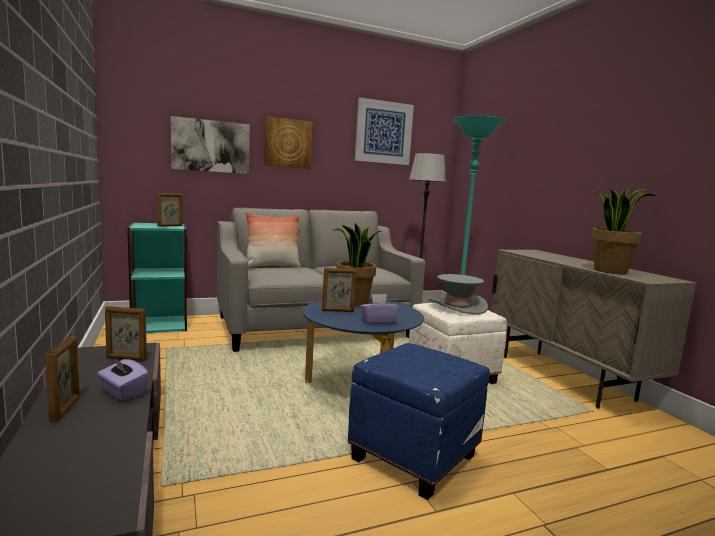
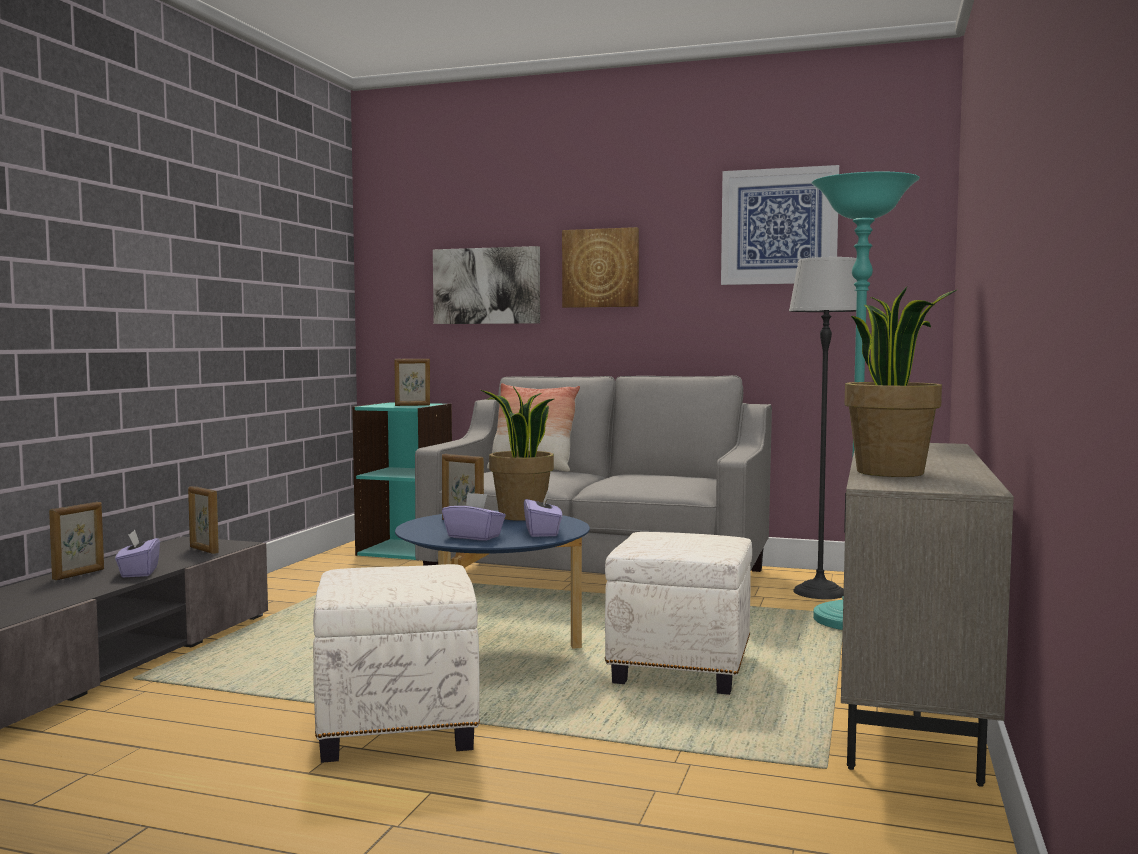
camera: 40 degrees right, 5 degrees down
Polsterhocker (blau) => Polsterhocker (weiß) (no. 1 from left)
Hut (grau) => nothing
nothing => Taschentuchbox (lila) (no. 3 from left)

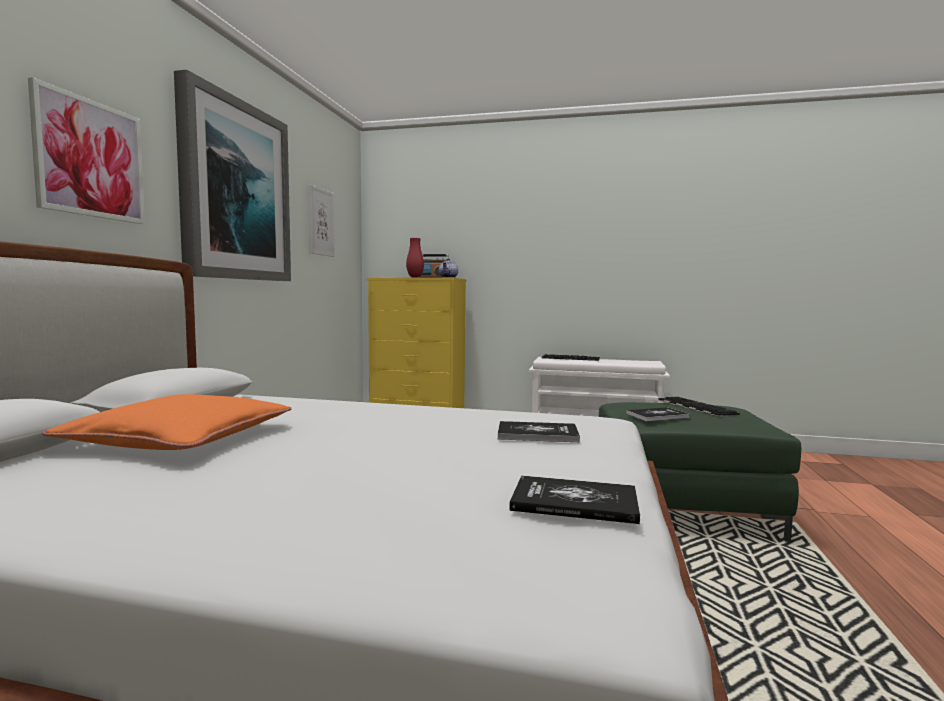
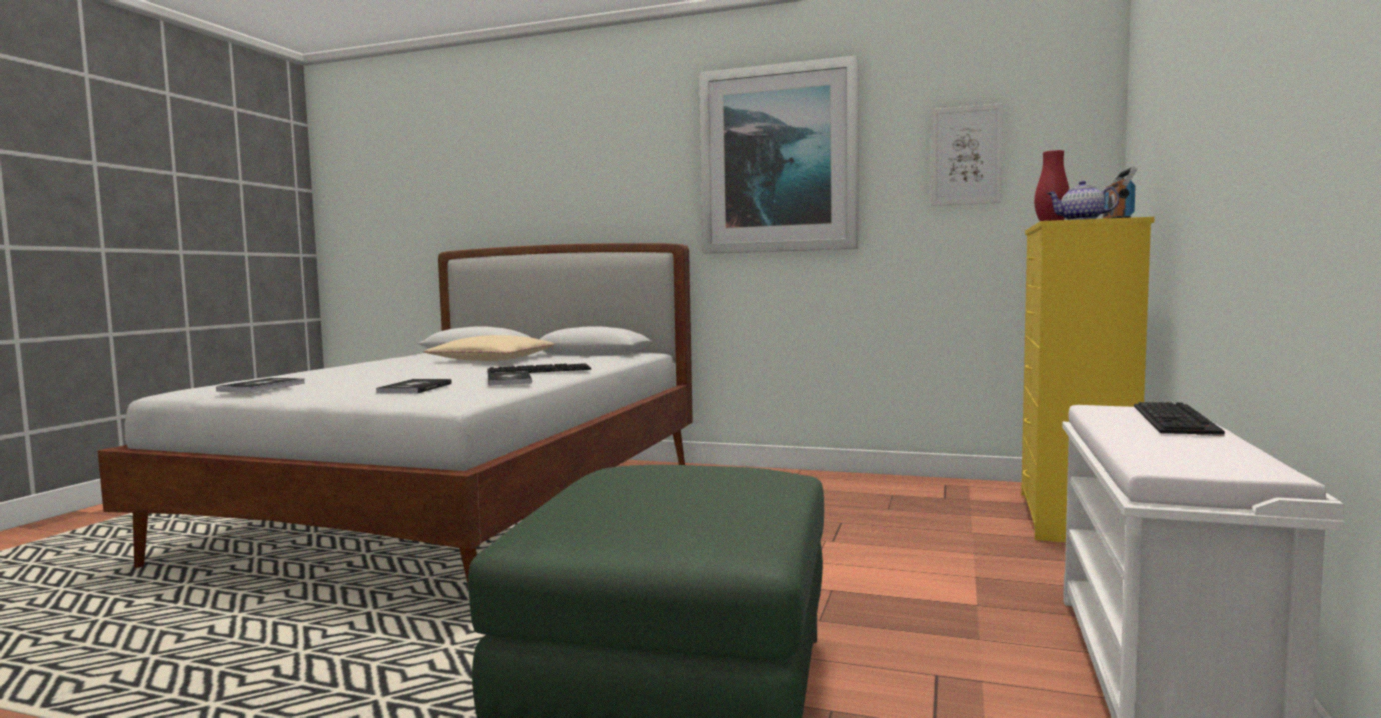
camera: 95 degrees right, 0 degrees up
Bild (no. 1 from left) => nothing
Kissen (orange) => Kissen (beige)
Buch (no. 3 from left), relocated
Tastatur (no. 2 from left in the first image) => Tastatur (no. 1 from left), relocated

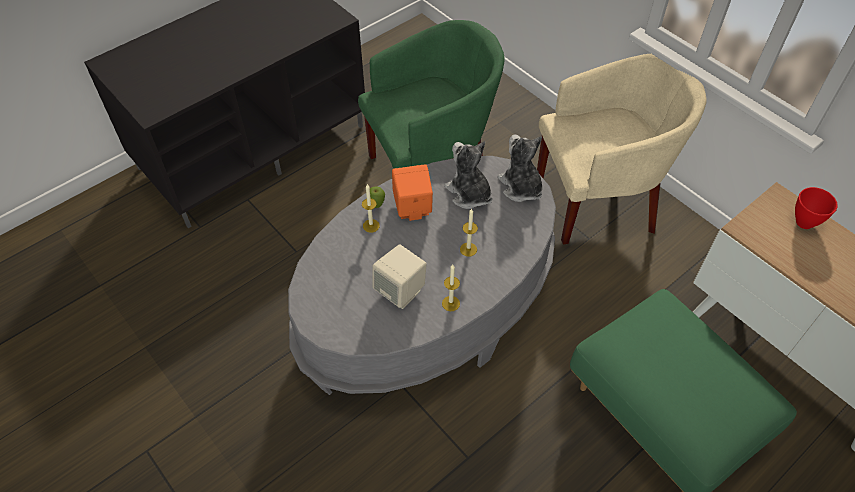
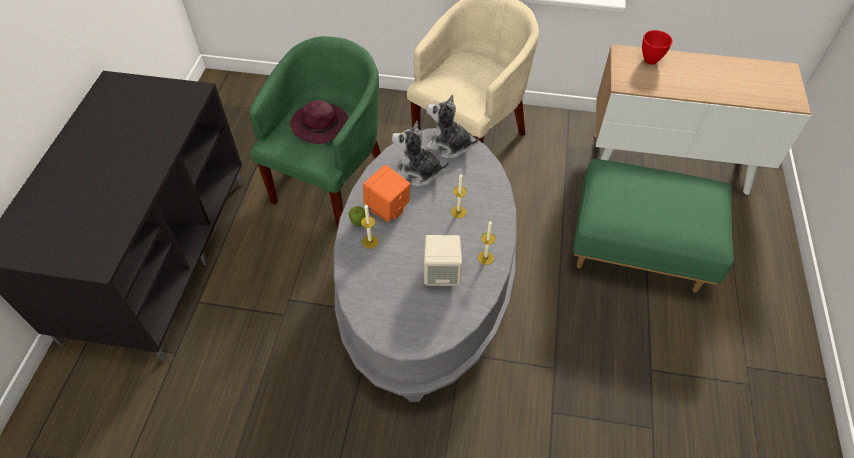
camera: 40 degrees left, 0 degrees up
nothing => Hut (lila)

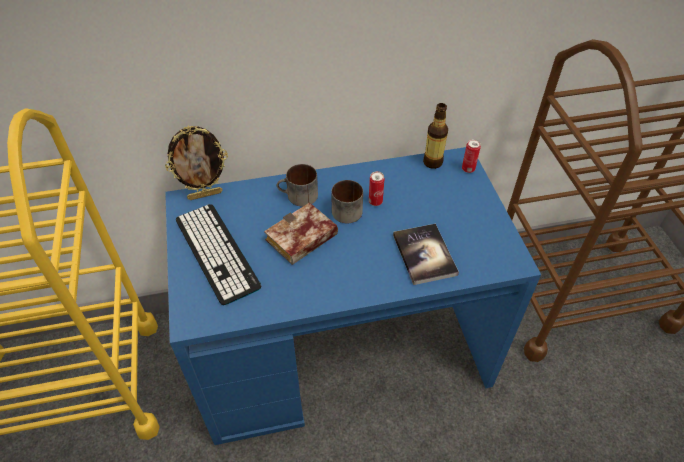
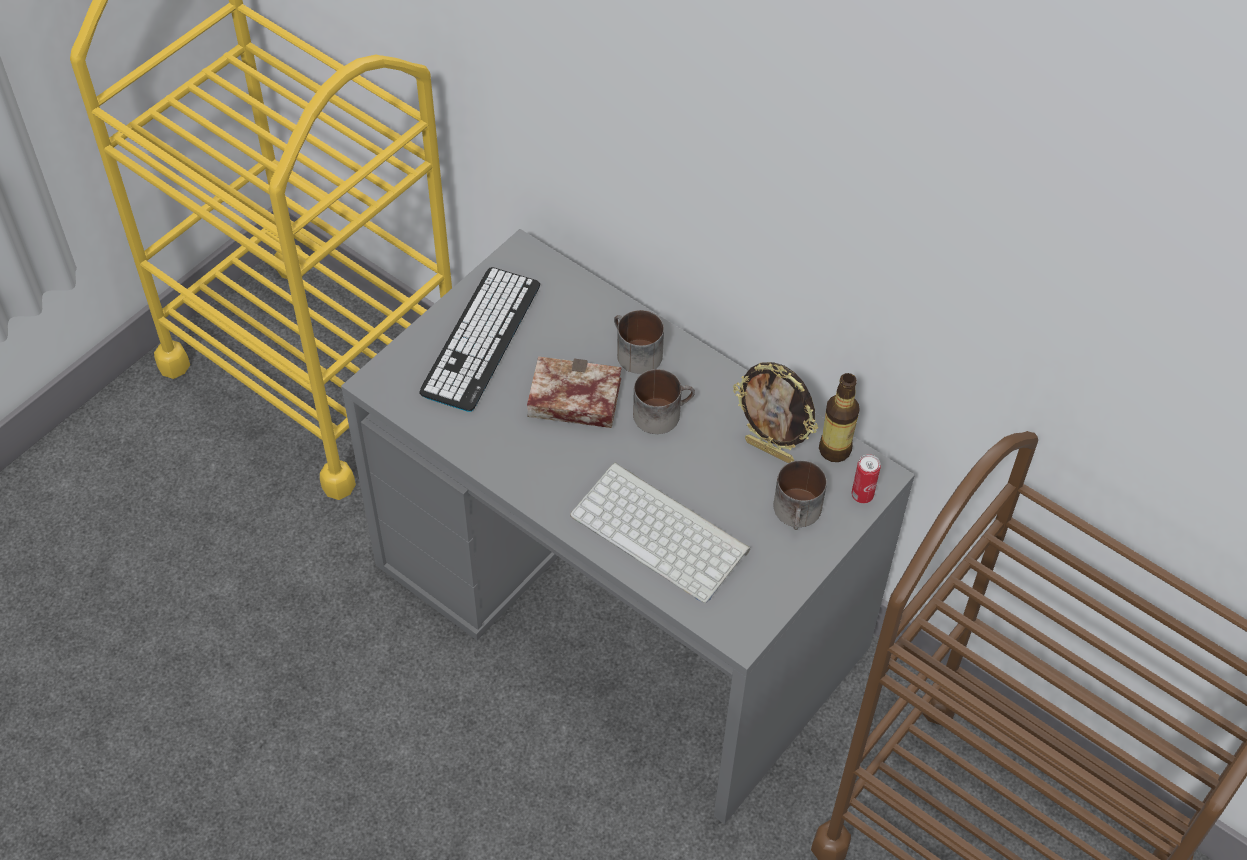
camera: 50 degrees right, 5 degrees up
Bilderrahmen, relocated
Schreibtisch (blau) => Schreibtisch (grau)
Dose (no. 1 from left) => nothing
Buch (no. 2 from left) => Tastatur (no. 2 from left)
nothing => Henkelbecher (no. 3 from left)

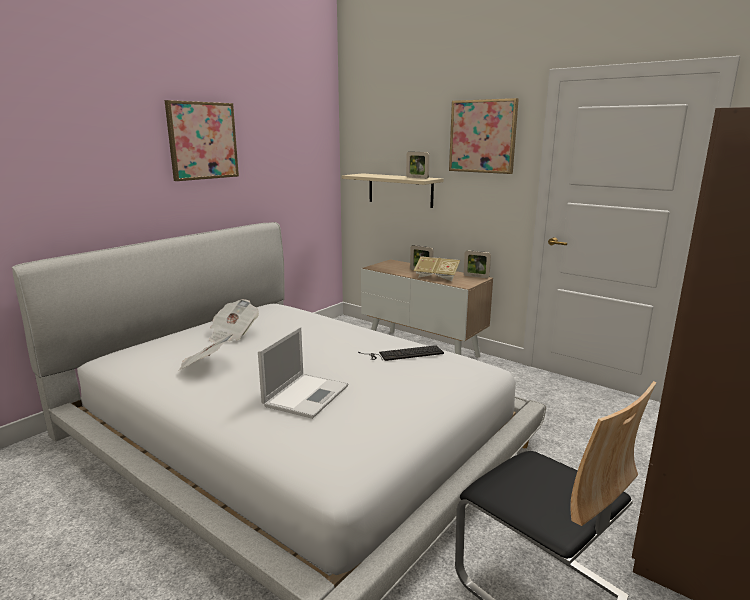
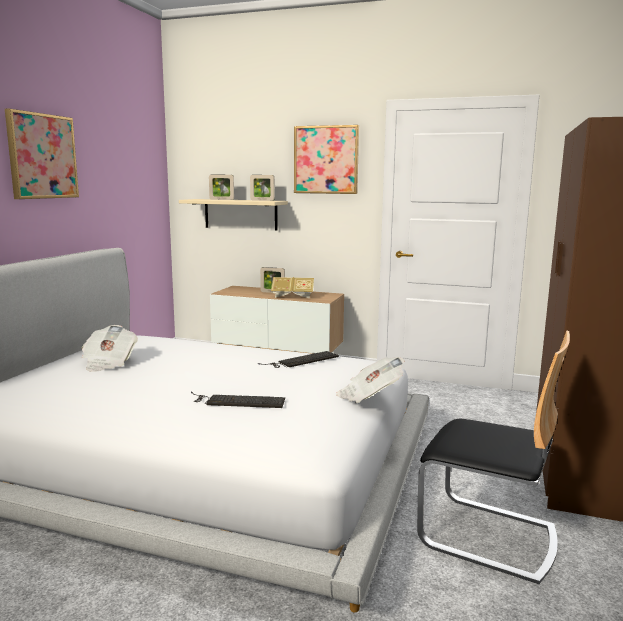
camera: 20 degrees left, 5 degrees down
Zeitung (no. 1 from left in the first image) => Zeitung (no. 2 from left), relocated
Laptop => Tastatur (no. 1 from left)
Bilderrahmen (no. 3 from left in the first image) => Bilderrahmen (no. 1 from left), relocated

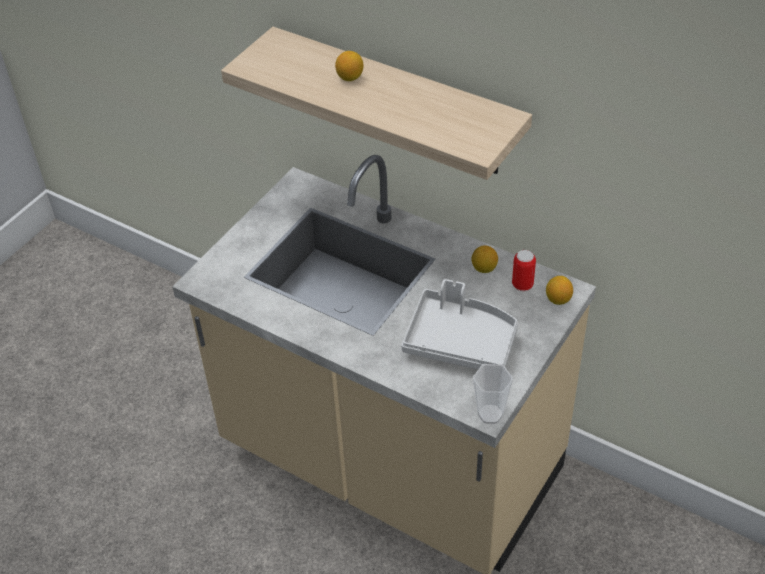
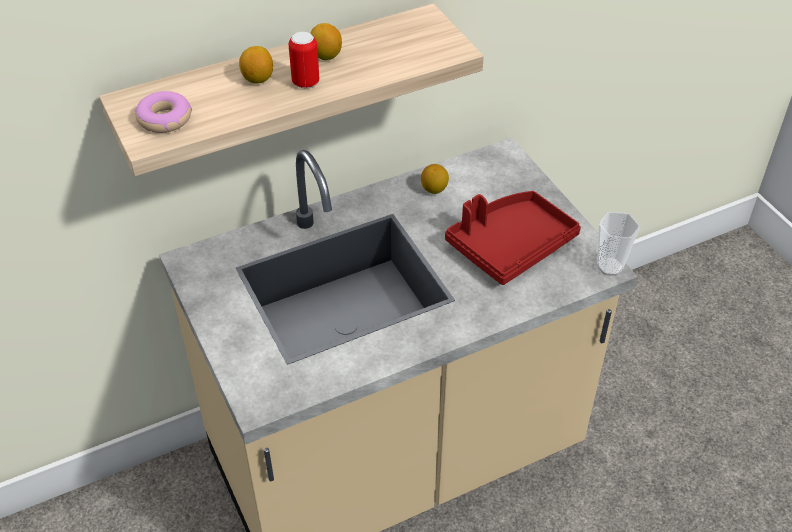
camera: 60 degrees left, 0 degrees up
Tablett (grau) => Tablett (rot)
Dose, relocated
Zitrone (no. 3 from left in the first image) => Zitrone (no. 2 from left), relocated
nothing => Donut

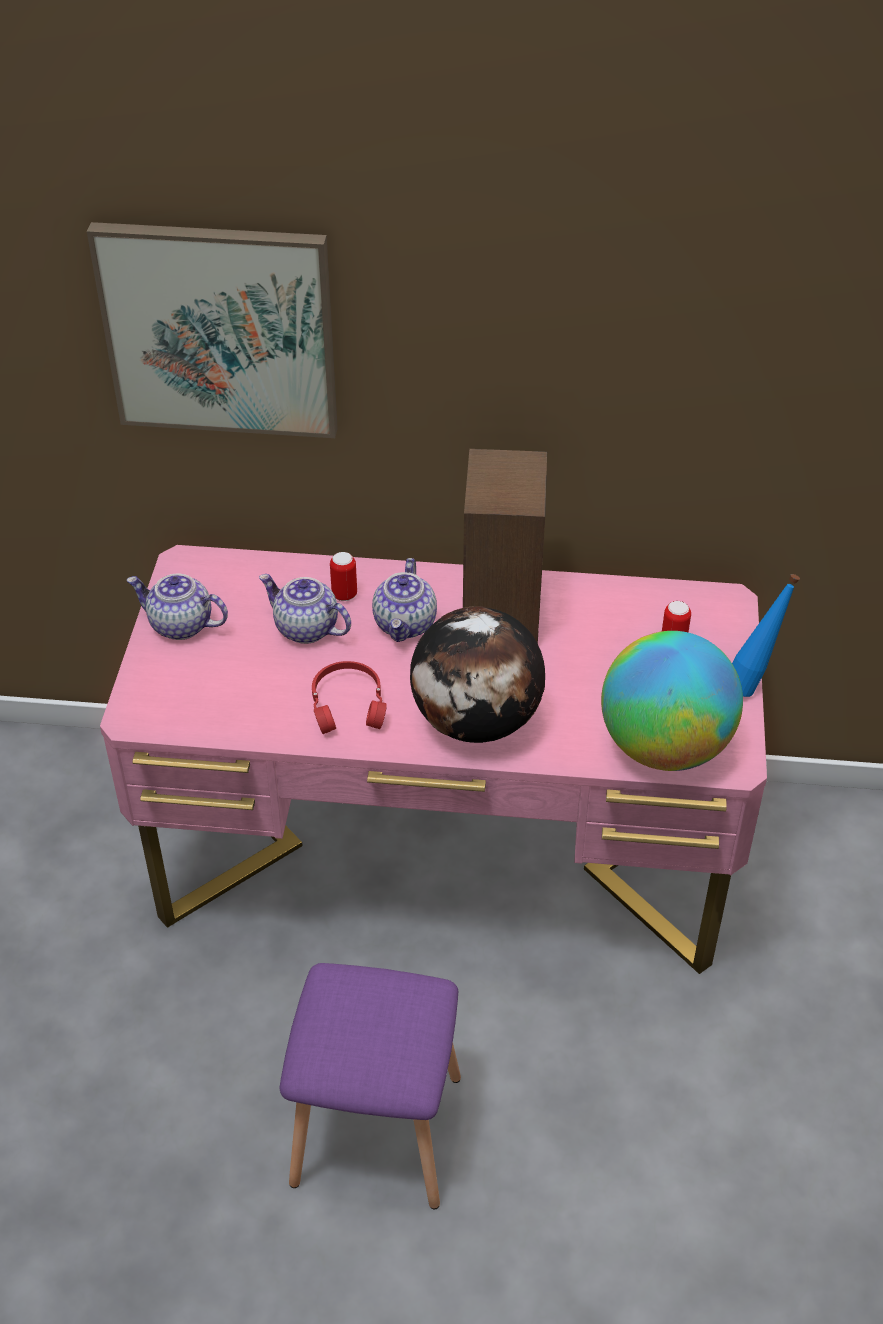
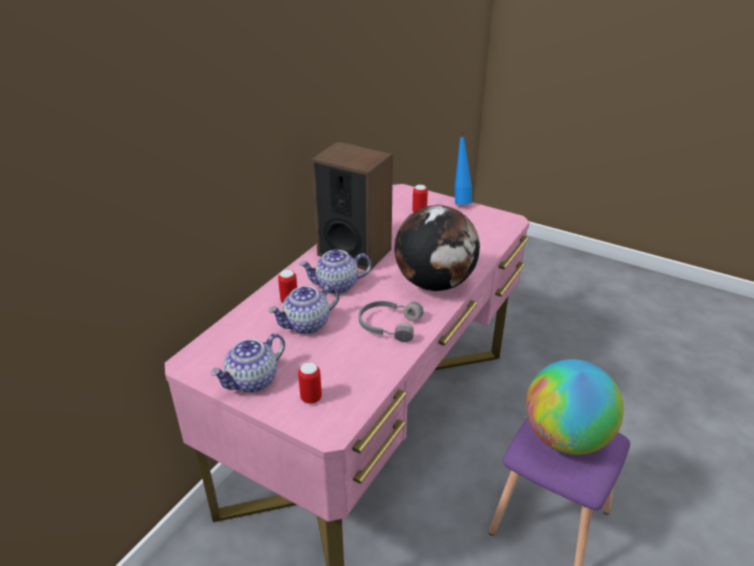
camera: 65 degrees left, 10 degrees down
Bild => nothing
Kopfhörer (rot) => Kopfhörer (grau)
Teekanne (no. 3 from left), 135 degrees clockwise
Globus (no. 2 from left), relocated
nothing => Dose (no. 2 from left)

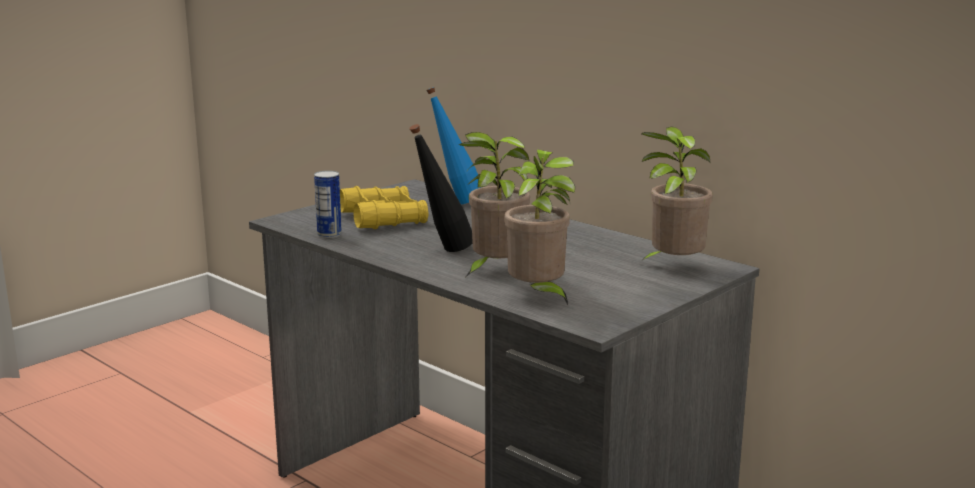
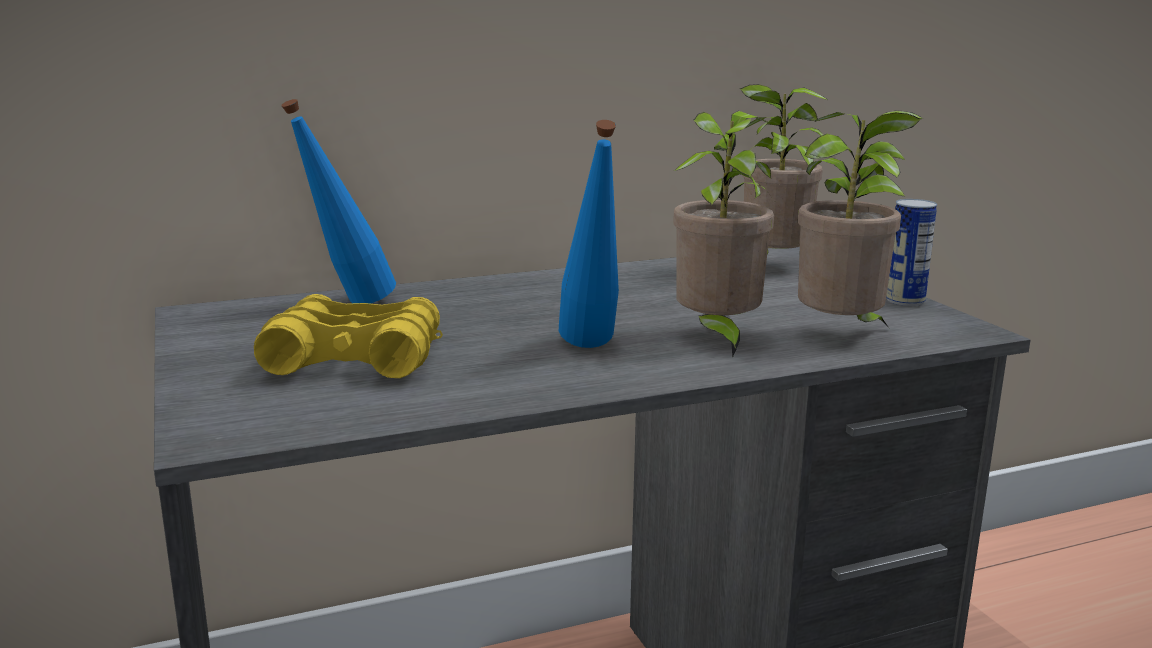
camera: 65 degrees left, 0 degrees up
Dose, relocated
Flasche (schwarz) => Flasche (blau) (no. 2 from left)

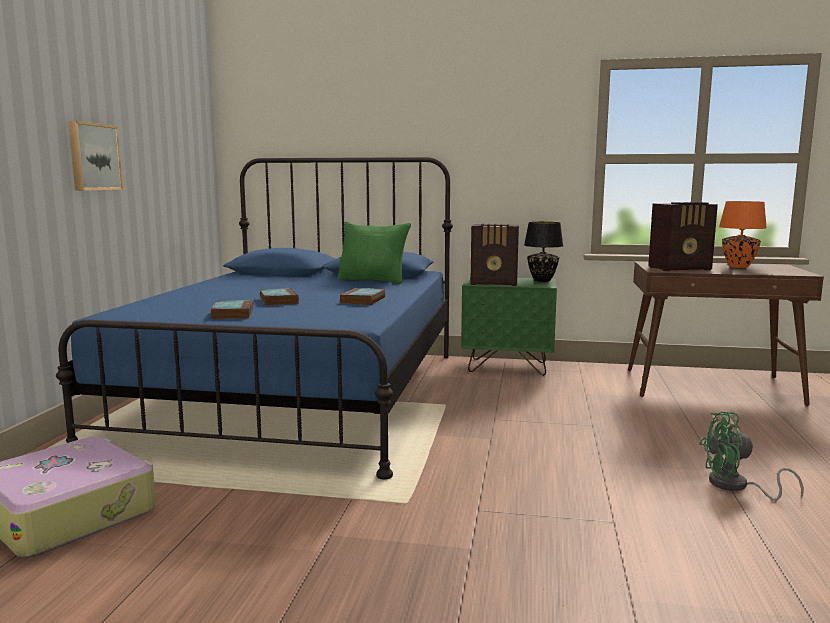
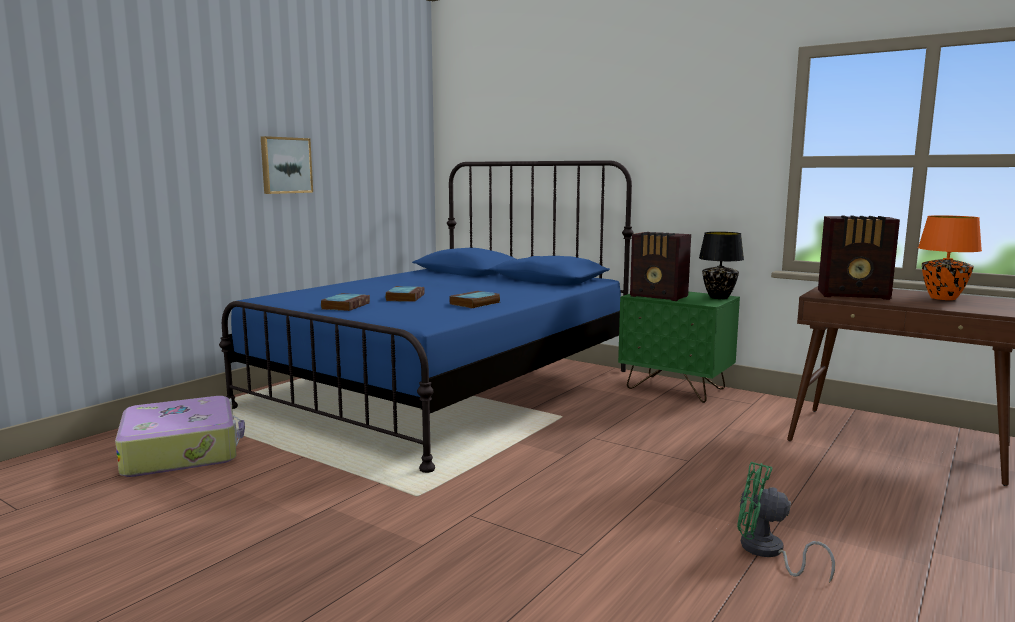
camera: 25 degrees right, 0 degrees up
Kissen (grün) => nothing

